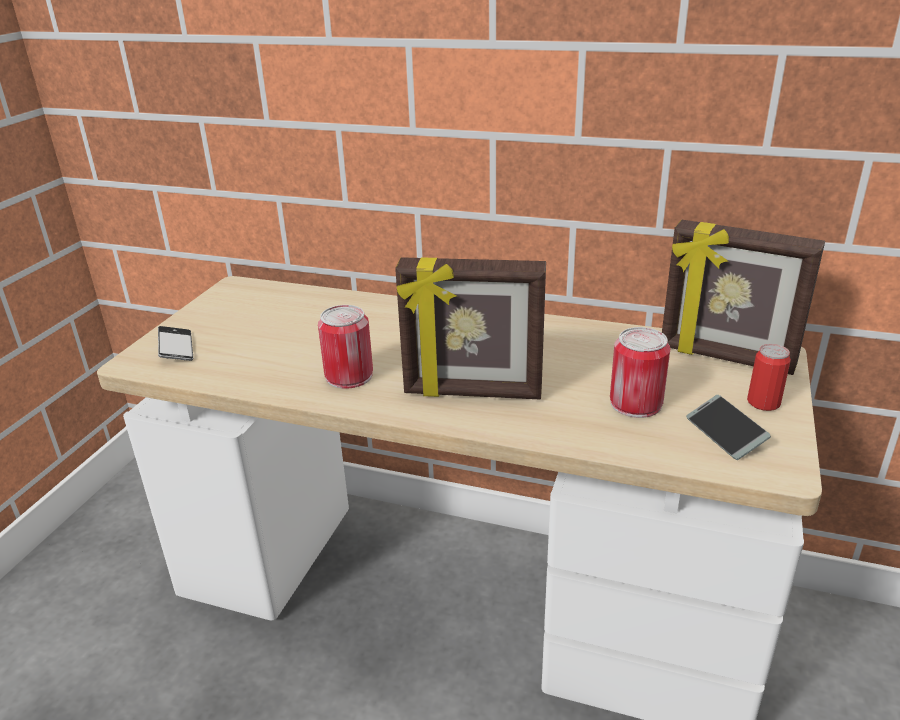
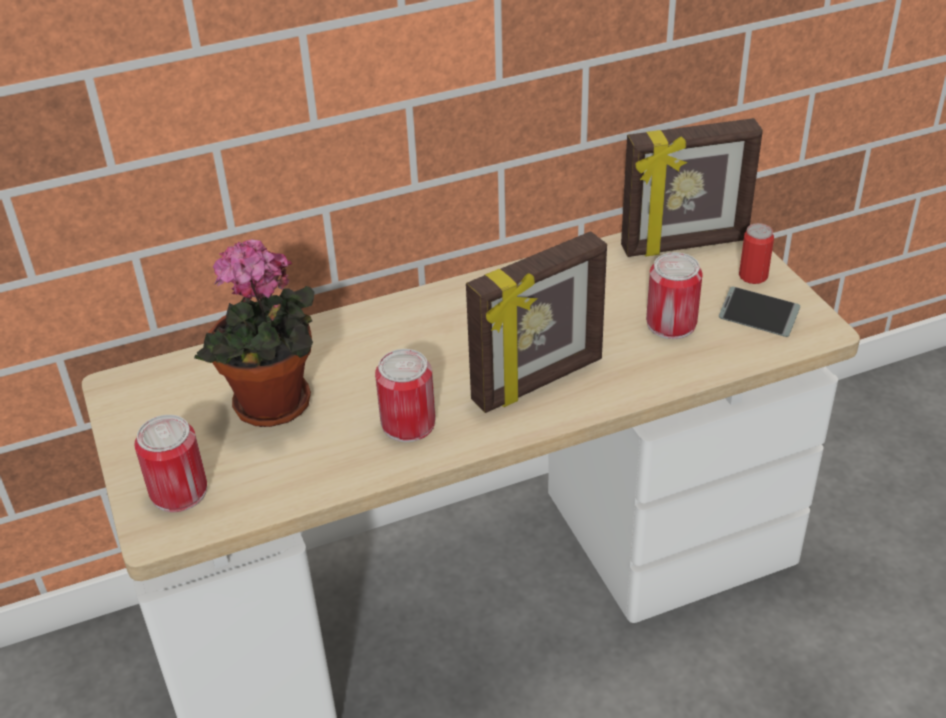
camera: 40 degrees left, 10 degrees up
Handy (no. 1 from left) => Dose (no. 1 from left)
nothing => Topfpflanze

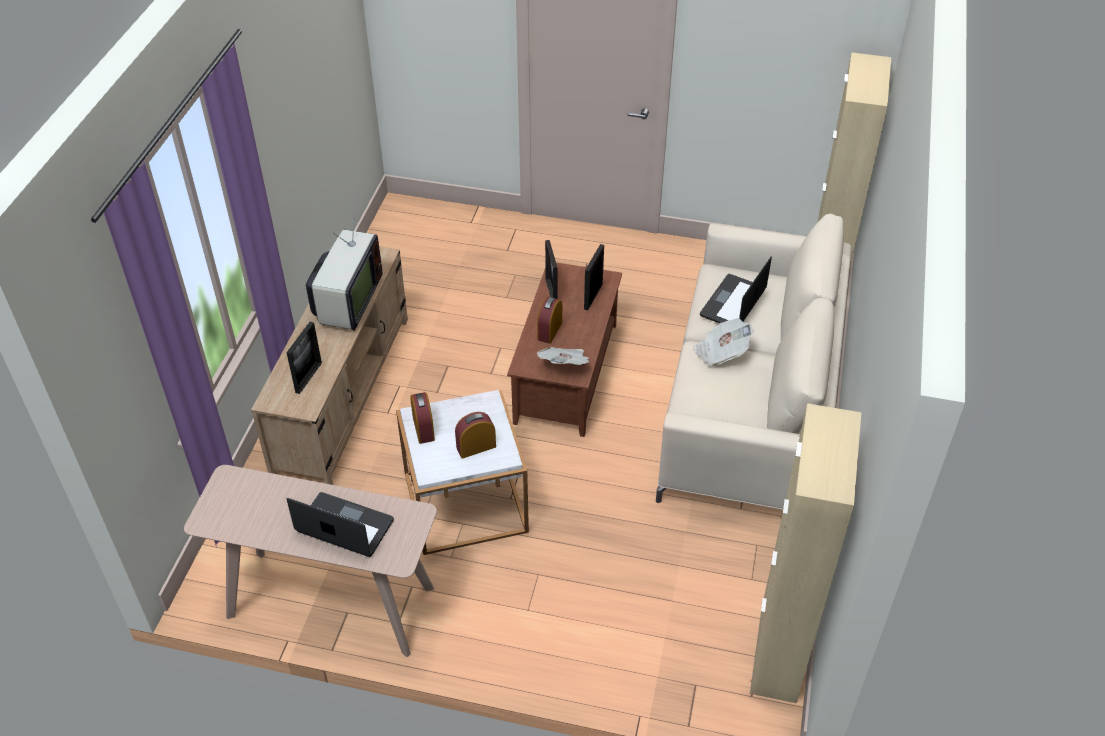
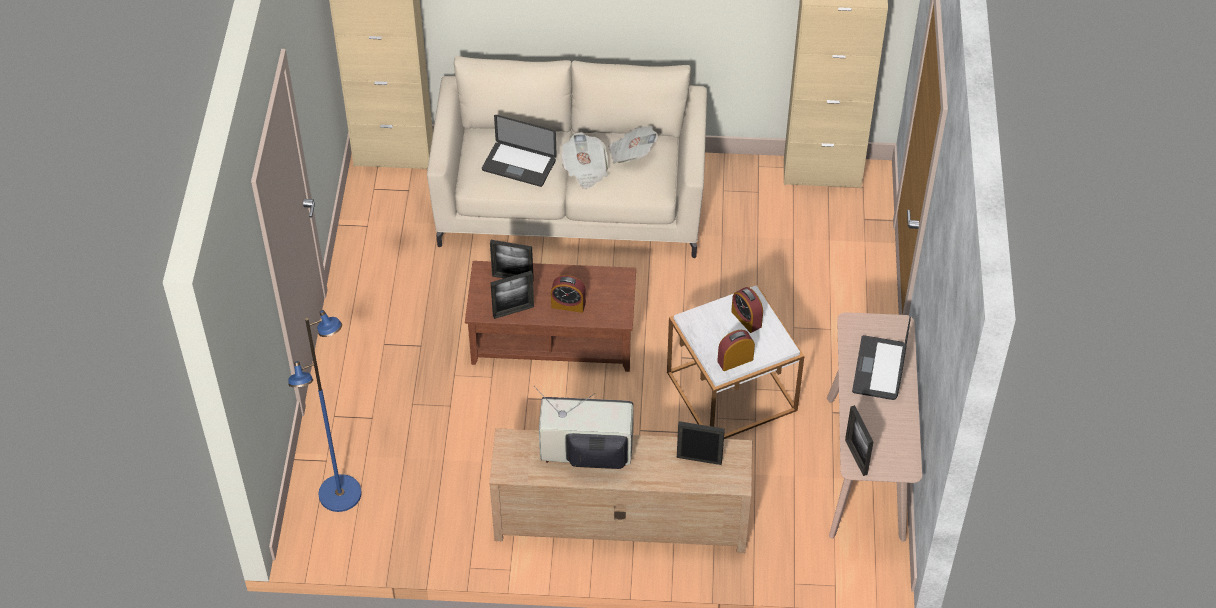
camera: 100 degrees left, 5 degrees up
Zeitung (no. 1 from left in the first image) => Zeitung (no. 2 from left), relocated
nothing => Stehlampe (blau)
nothing => Bilderrahmen (no. 4 from left)

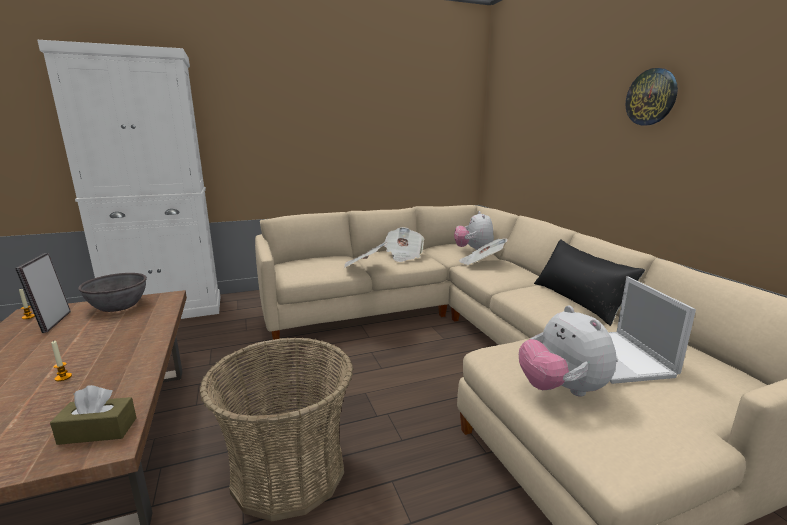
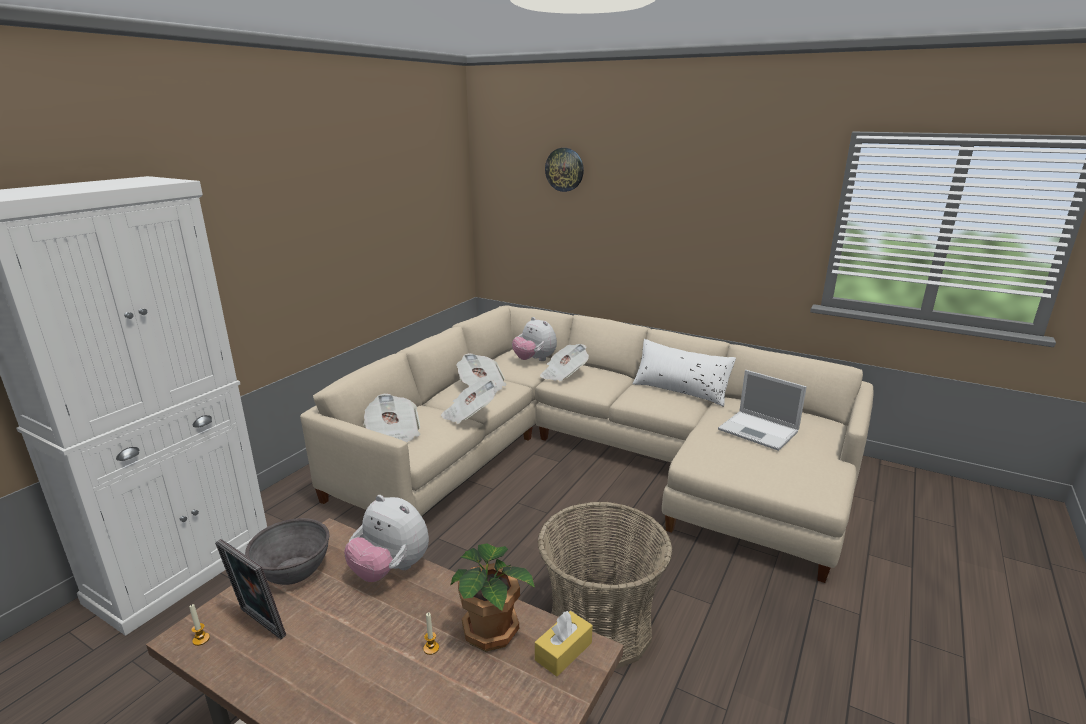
camera: 40 degrees left, 5 degrees up
Taschentuchbox (braun) => Taschentuchbox (gelb)
Plüschtier (no. 2 from left in the first image) => Plüschtier (no. 1 from left), relocated
Kissen (schwarz) => Kissen (weiß)
Wanduhr, relocated
nothing => Zeitung (no. 1 from left)
nothing => Topfpflanze

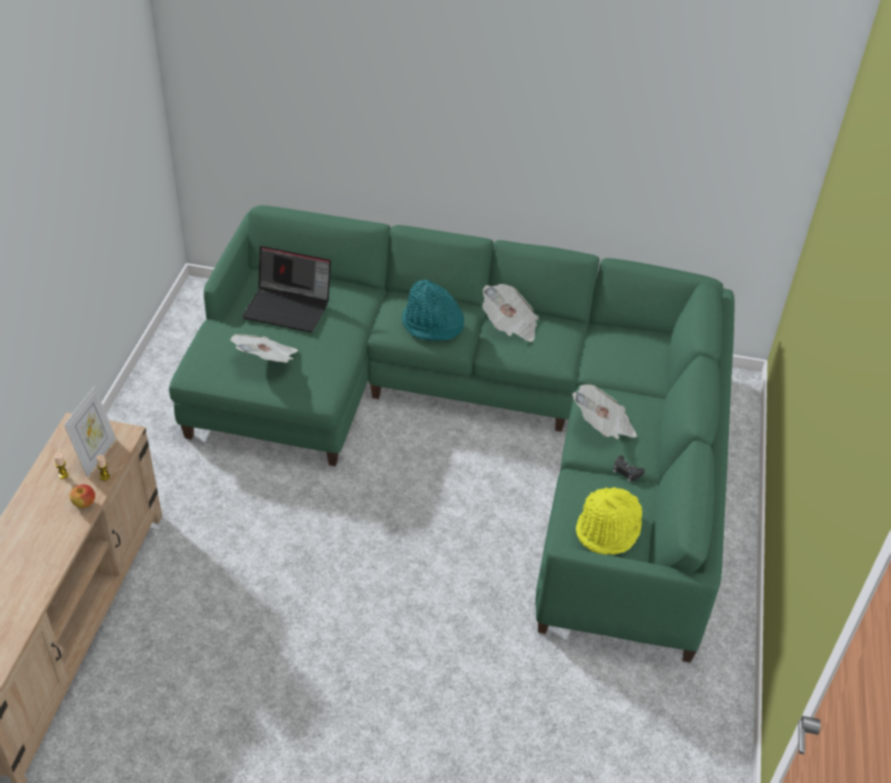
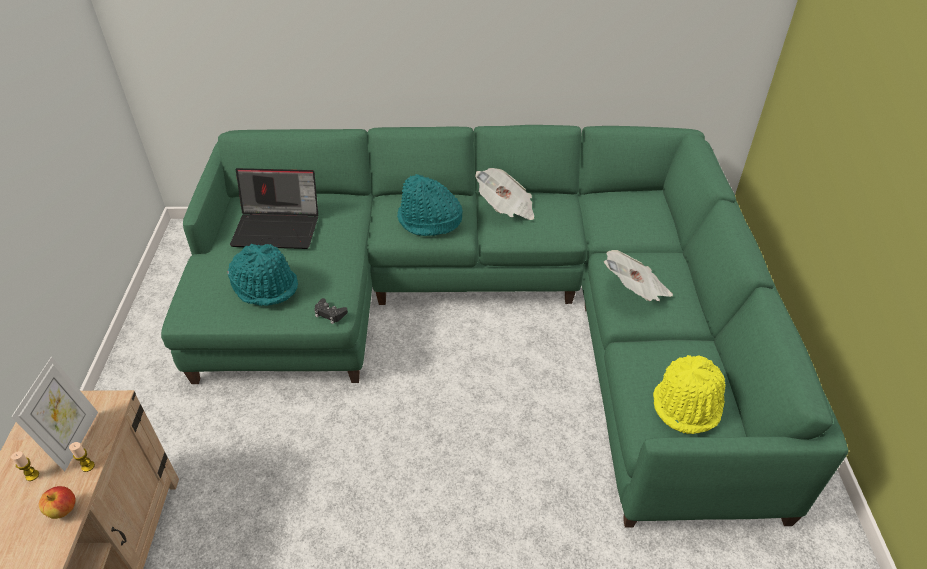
camera: 10 degrees left, 0 degrees up
Zeitung (no. 1 from left) => Hut (türkis) (no. 1 from left)
Gamepad (schwarz), relocated

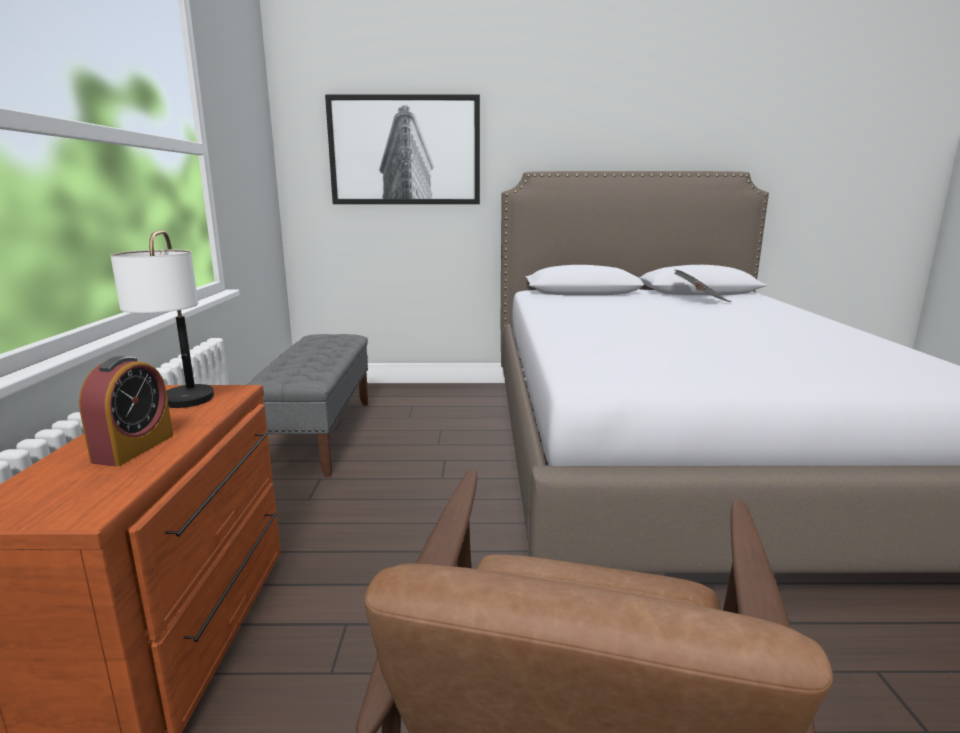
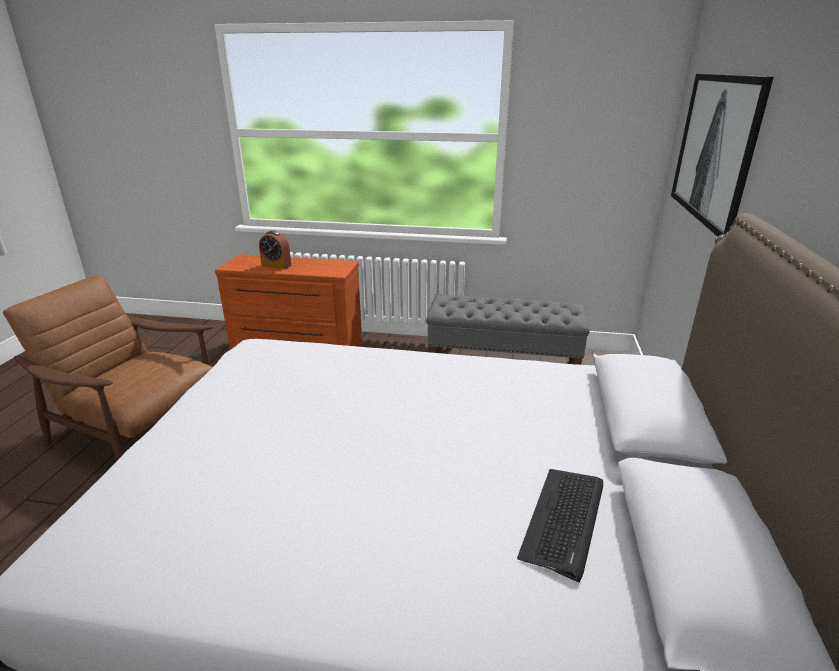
camera: 100 degrees right, 10 degrees up
Tischlampe => nothing
Zeitung => Tastatur

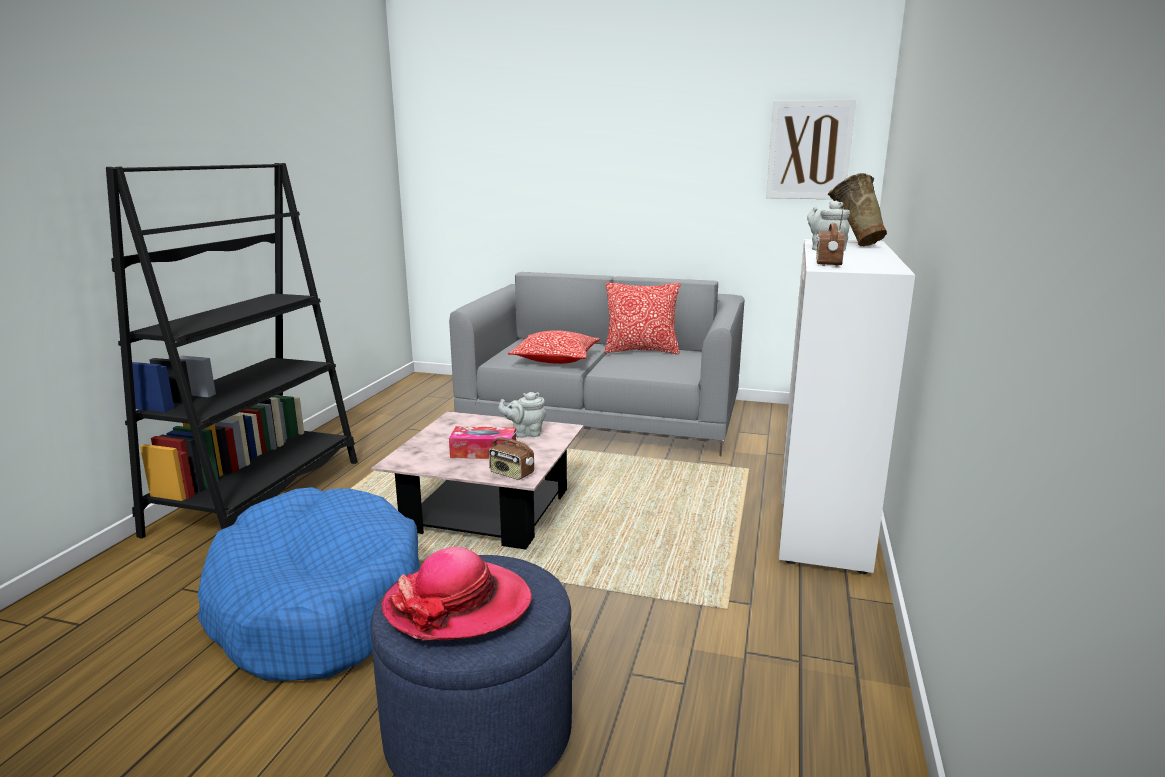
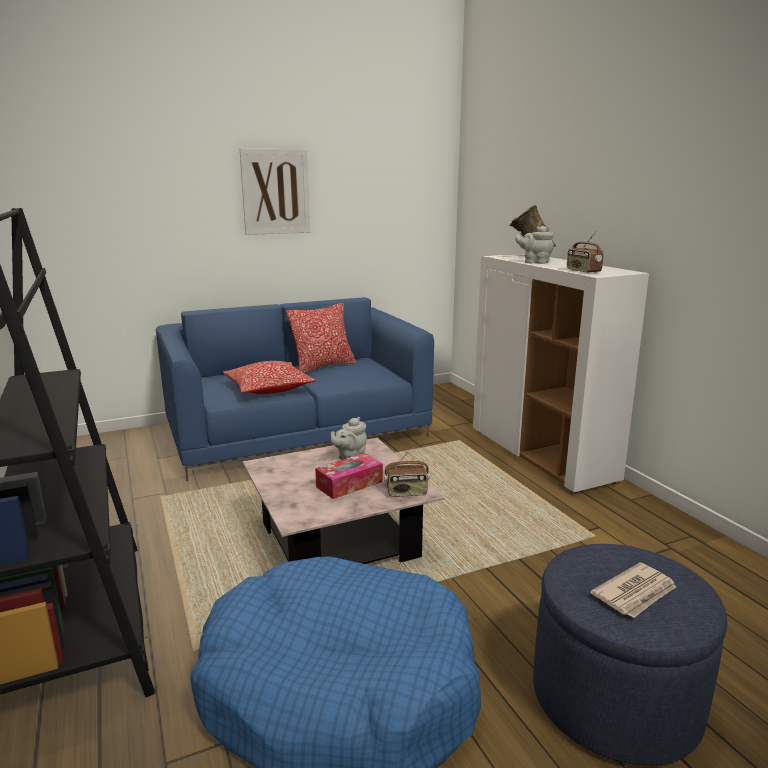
camera: 40 degrees left, 0 degrees up
Hut => Zeitung
Sofa (grau) => Sofa (blau)
Bild, relocated

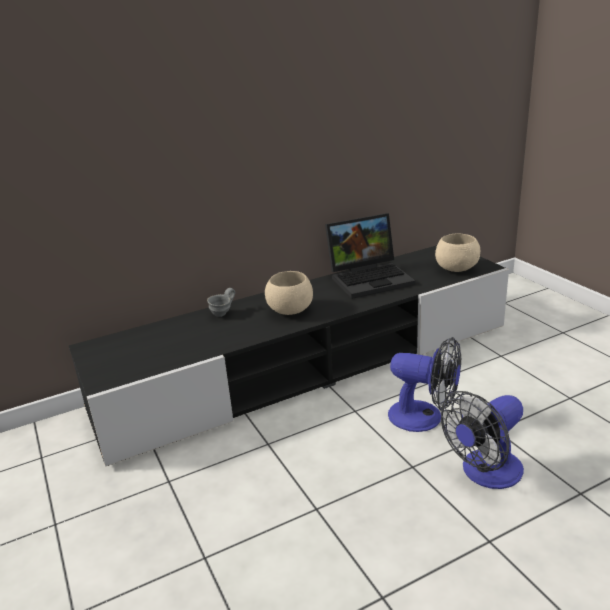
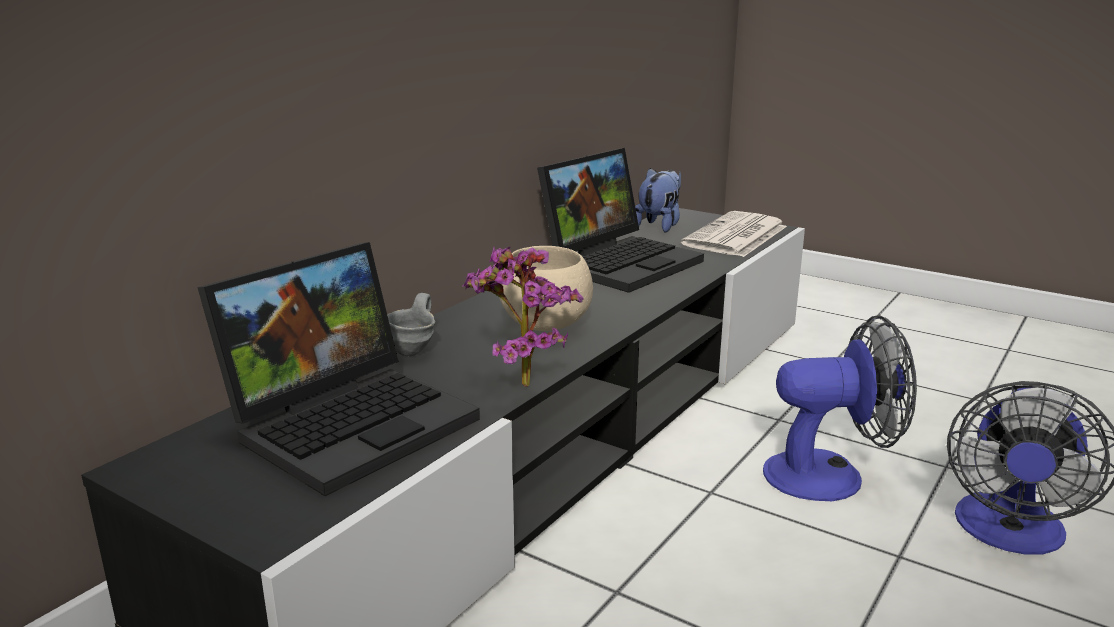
camera: 30 degrees left, 5 degrees down
Schüssel (beige) (no. 2 from left) => Zeitung
nothing => Laptop (no. 1 from left)
nothing => Topfpflanze
nothing => Plüschtier

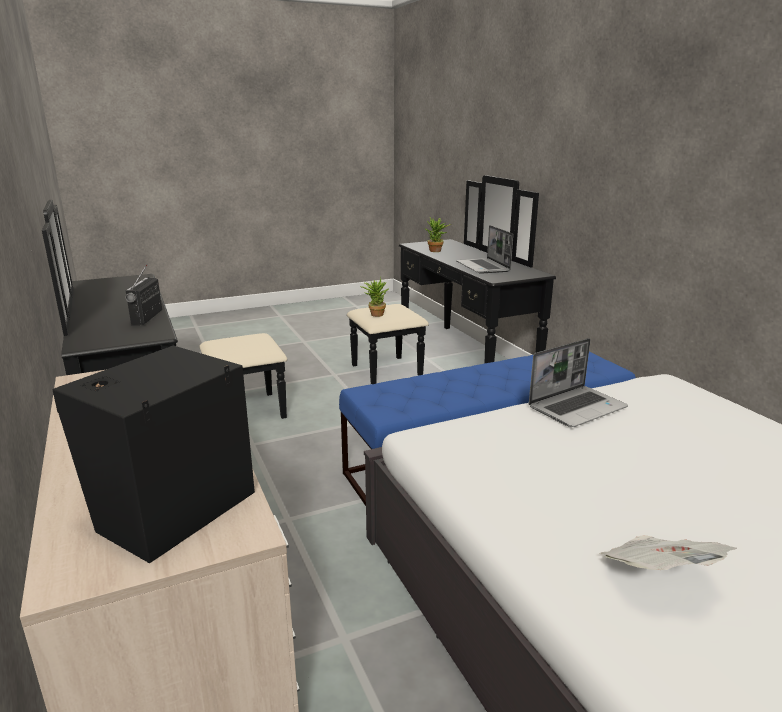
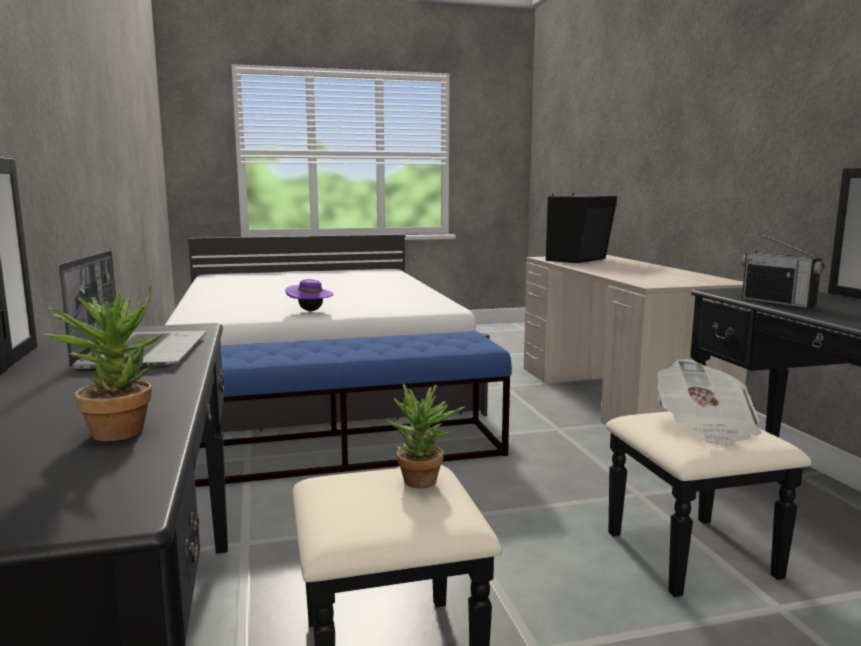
camera: 170 degrees left, 10 degrees down
Radio, 135 degrees clockwise
Laptop (no. 2 from left) => Hut (lila)
Zeitung, relocated

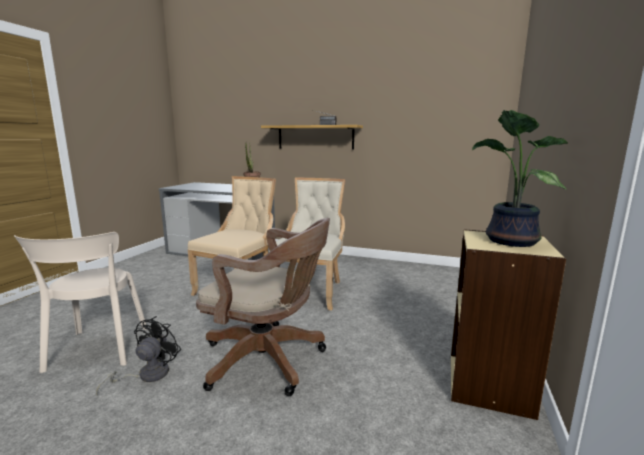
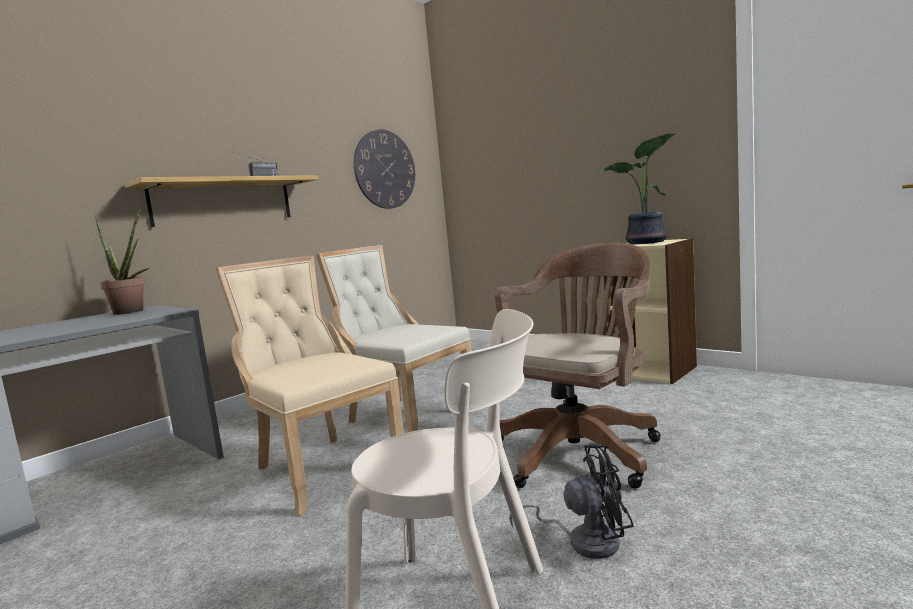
camera: 65 degrees left, 5 degrees down
Ventilator (schwarz), 135 degrees clockwise
nothing => Wanduhr

